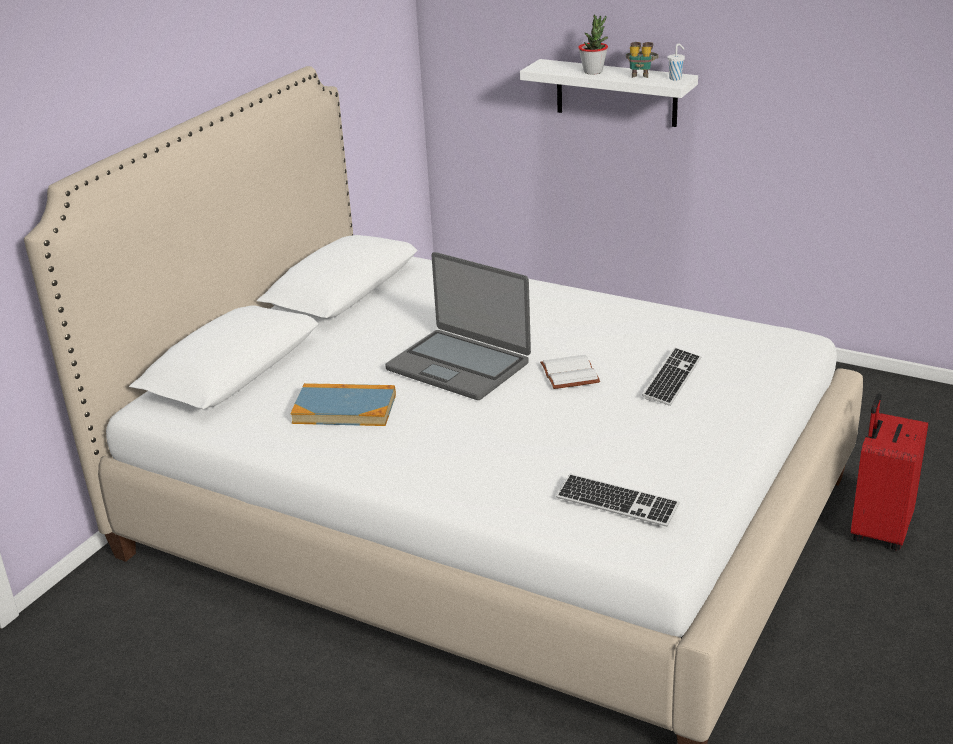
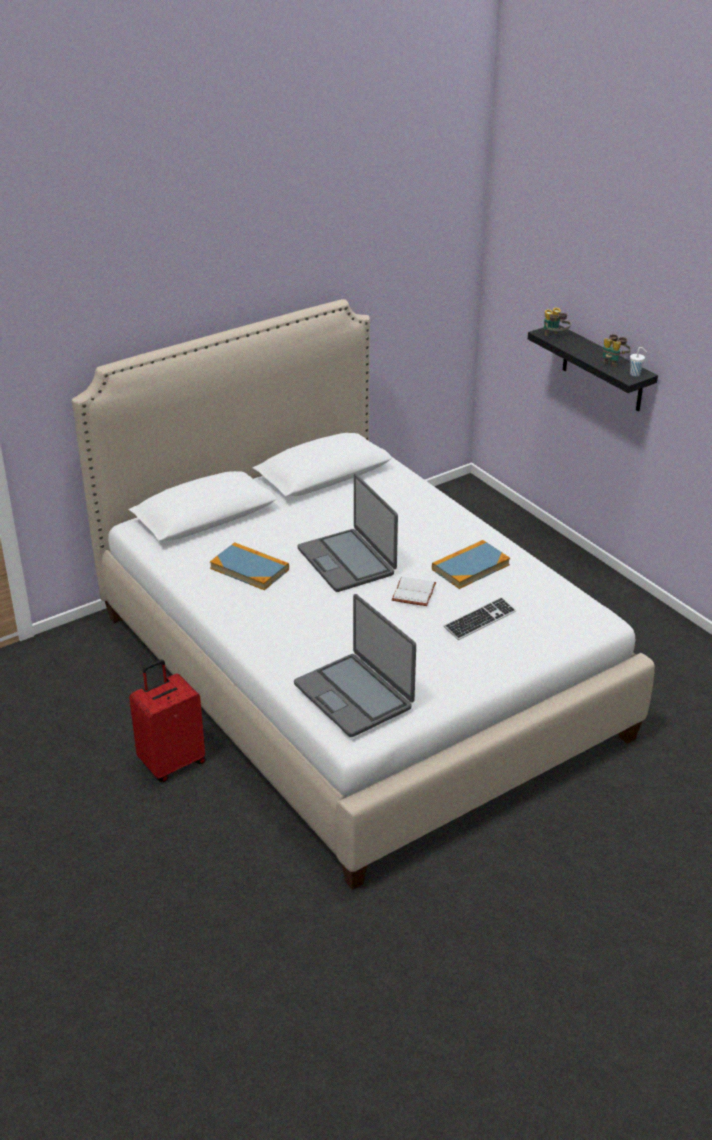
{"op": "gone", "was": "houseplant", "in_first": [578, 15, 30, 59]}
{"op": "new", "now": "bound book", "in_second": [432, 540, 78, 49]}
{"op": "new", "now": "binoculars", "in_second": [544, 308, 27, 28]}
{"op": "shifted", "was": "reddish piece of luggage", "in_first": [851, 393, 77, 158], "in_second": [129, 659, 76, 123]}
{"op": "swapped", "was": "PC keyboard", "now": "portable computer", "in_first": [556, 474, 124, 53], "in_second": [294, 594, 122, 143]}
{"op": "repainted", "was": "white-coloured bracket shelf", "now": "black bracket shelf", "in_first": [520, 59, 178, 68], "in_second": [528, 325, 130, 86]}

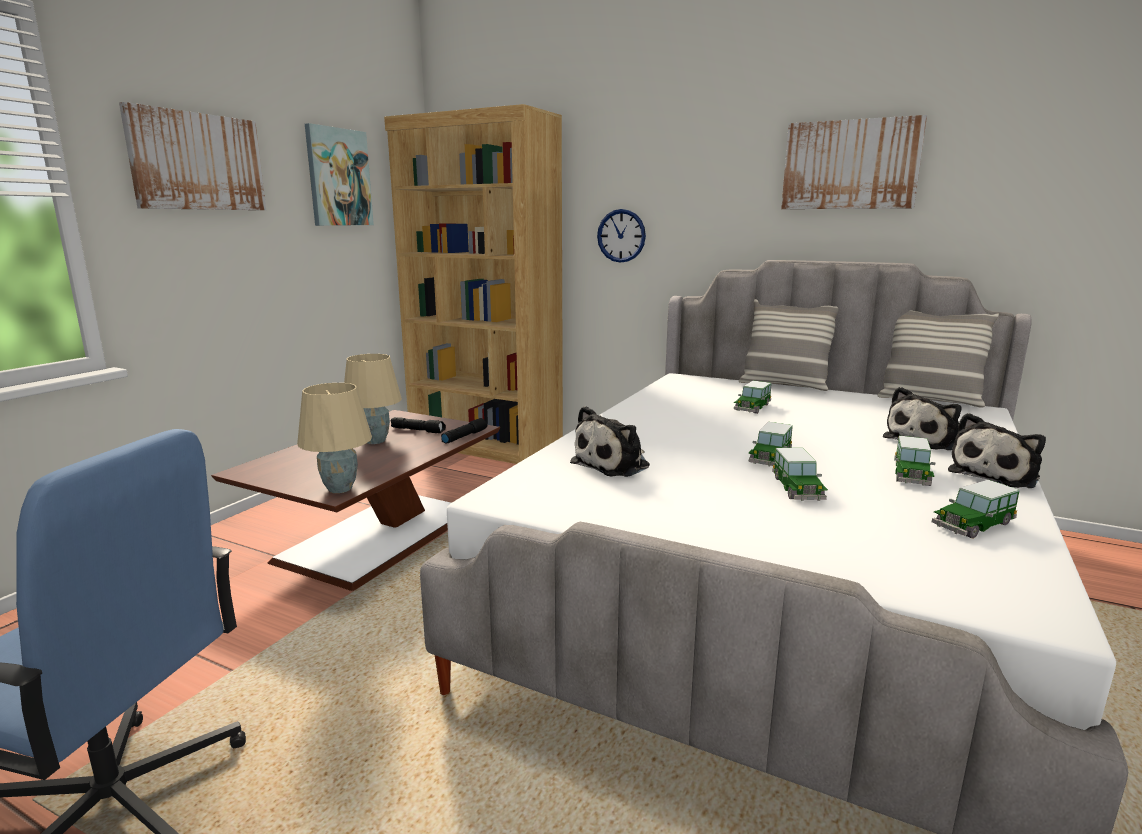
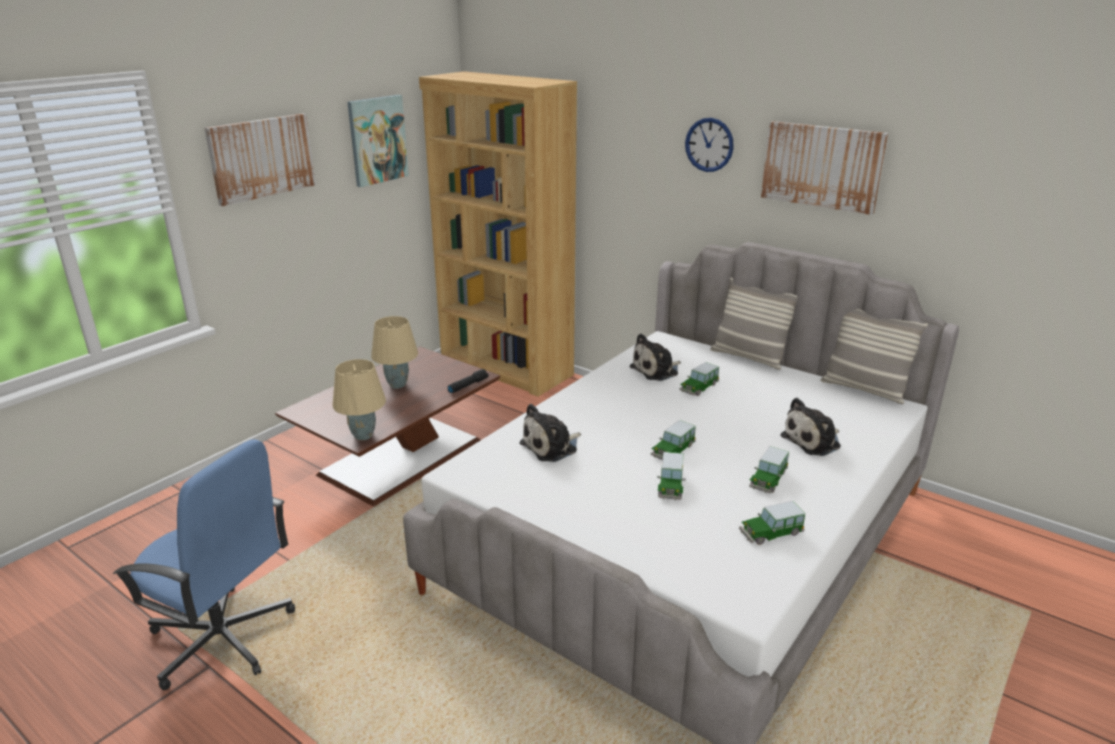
{"op": "gone", "was": "black hand torch", "in_first": [391, 417, 55, 16]}
{"op": "shifted", "was": "clock on the wall", "in_first": [597, 209, 49, 54], "in_second": [685, 118, 49, 54]}
{"op": "shifted", "was": "plush toy", "in_first": [948, 413, 98, 75], "in_second": [630, 333, 51, 48]}

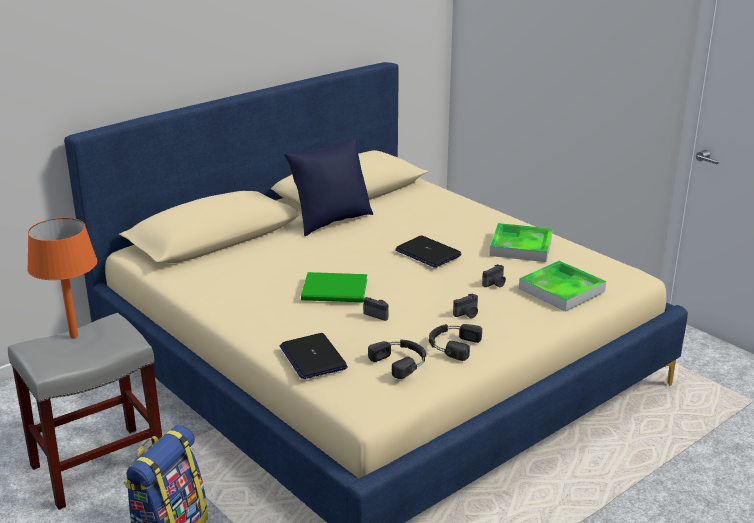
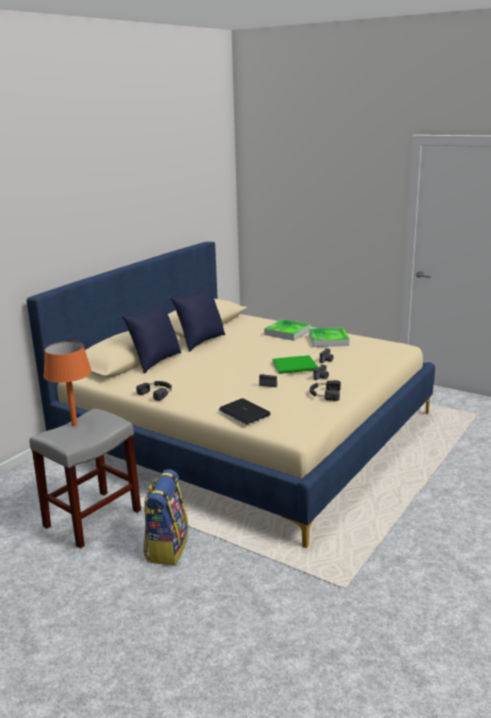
{"op": "gone", "was": "portable computer", "in_first": [395, 235, 66, 33]}
{"op": "new", "now": "blue-coloured cushion", "in_second": [122, 301, 59, 73]}
{"op": "shifted", "was": "greenish bound book", "in_first": [301, 272, 66, 30], "in_second": [272, 355, 46, 19]}
{"op": "shifted", "was": "black pair of headphones", "in_first": [368, 339, 58, 40], "in_second": [136, 381, 36, 20]}
{"op": "shifted", "was": "tray", "in_first": [519, 261, 87, 50], "in_second": [264, 319, 47, 22]}

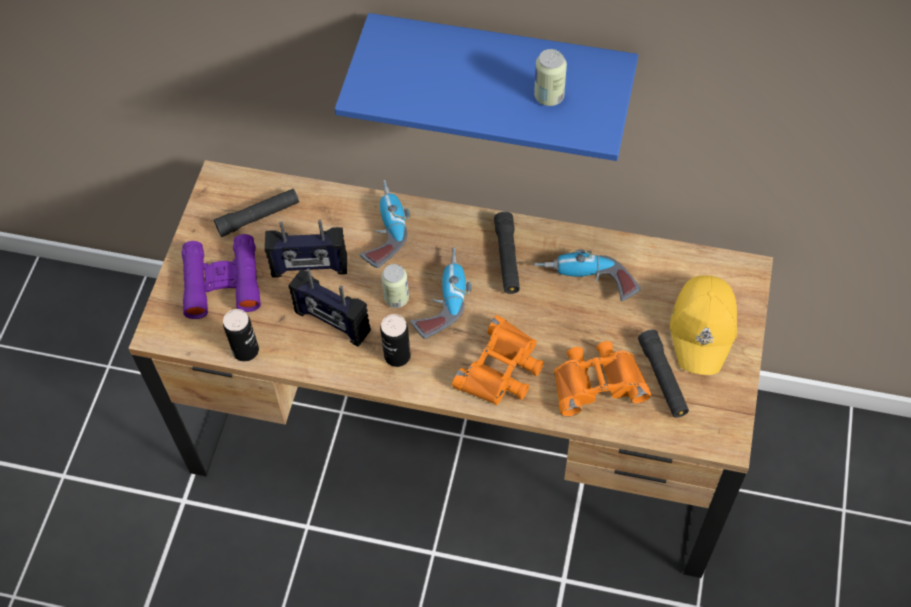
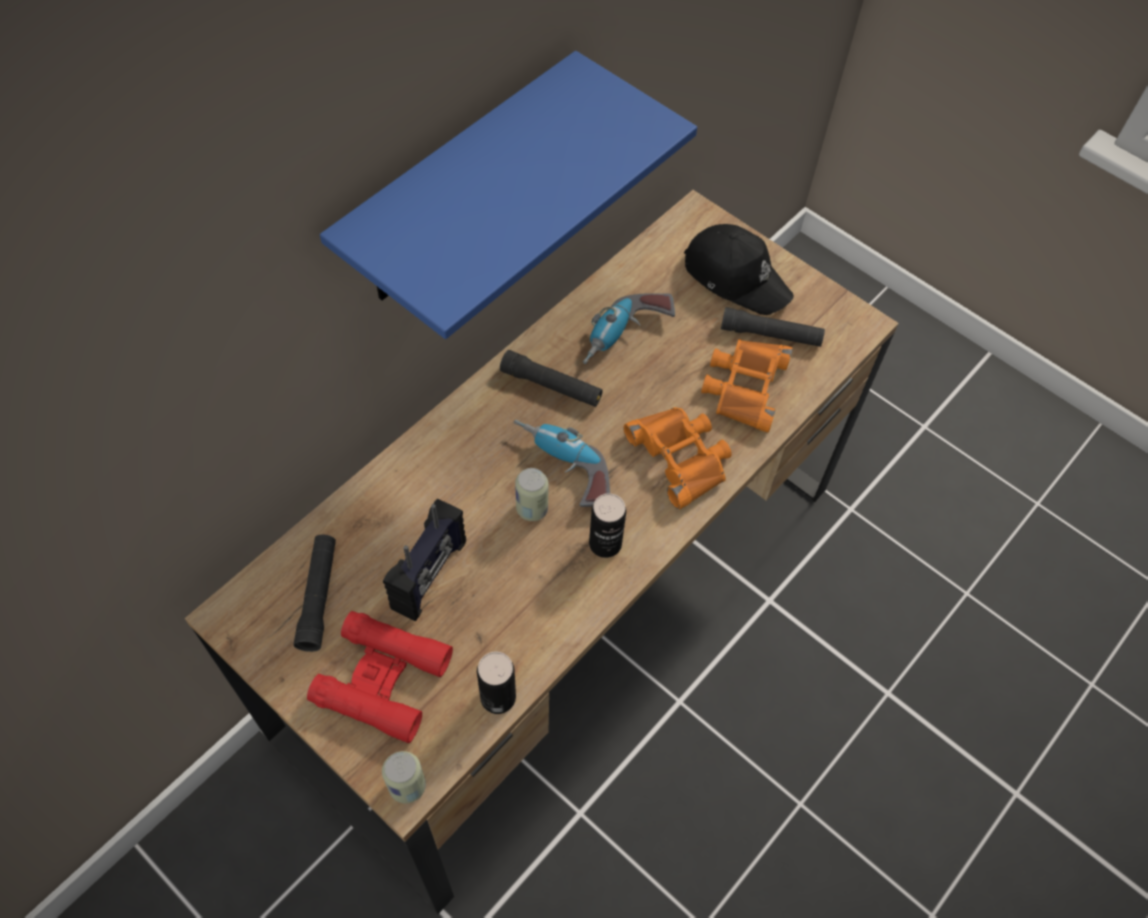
{"op": "gone", "was": "radio receiver", "in_first": [288, 268, 83, 79]}
{"op": "gone", "was": "power drill", "in_first": [360, 180, 50, 88]}
{"op": "shifted", "was": "metal can", "in_first": [534, 49, 33, 57], "in_second": [382, 751, 44, 53]}
{"op": "repainted", "was": "purple-coloured binoculars", "now": "reddish binoculars", "in_first": [182, 234, 79, 85], "in_second": [307, 611, 146, 132]}
{"op": "repainted", "was": "yellow-coloured baseball cap", "now": "black baseball cap", "in_first": [670, 275, 67, 100], "in_second": [684, 224, 110, 91]}

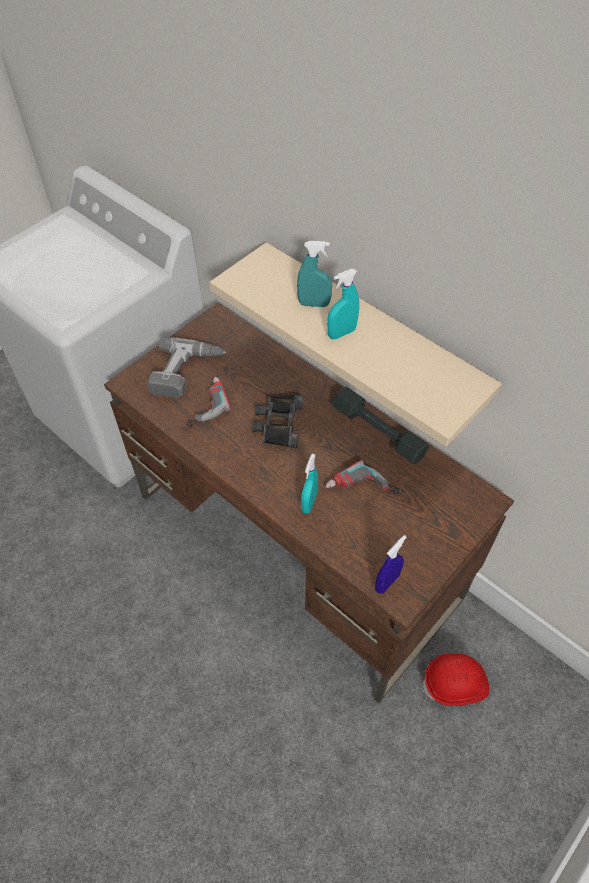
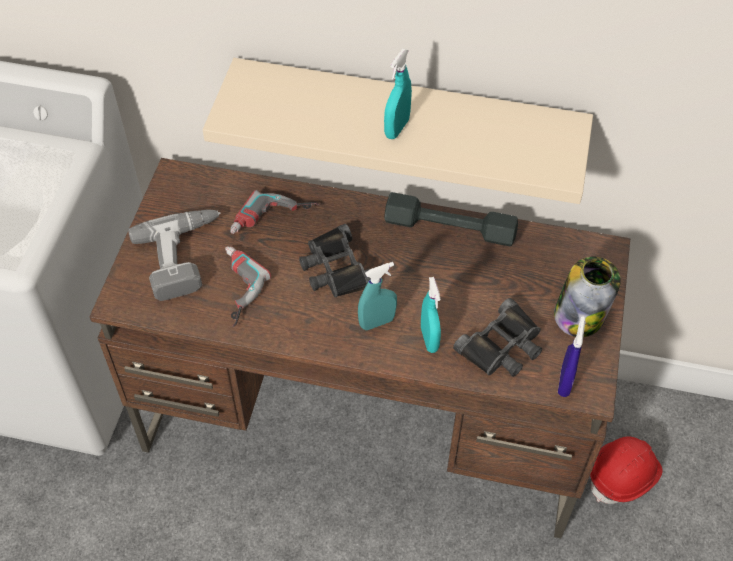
{"op": "new", "now": "black binoculars", "in_second": [453, 298, 89, 79]}
{"op": "new", "now": "jar", "in_second": [554, 257, 67, 80]}
{"op": "shifted", "was": "turquoise-coloured spray bottle", "in_first": [297, 241, 35, 66], "in_second": [358, 262, 39, 68]}
{"op": "shifted", "was": "power drill", "in_first": [325, 460, 81, 35], "in_second": [230, 190, 89, 44]}

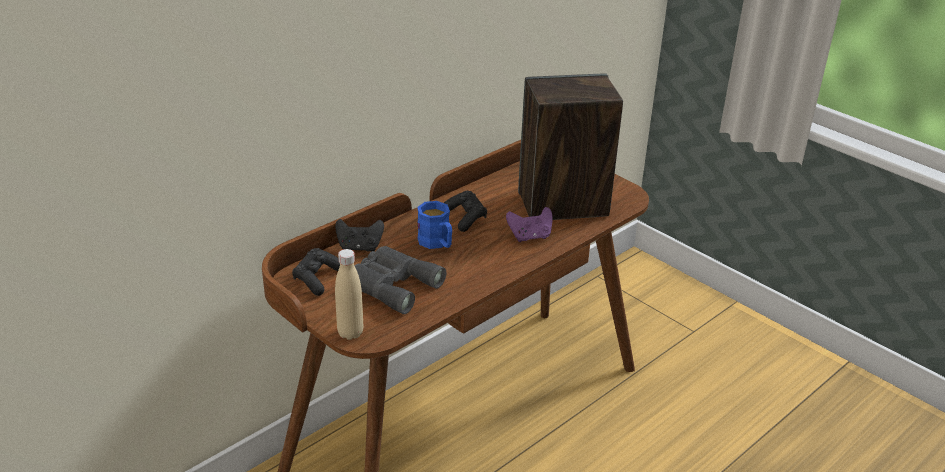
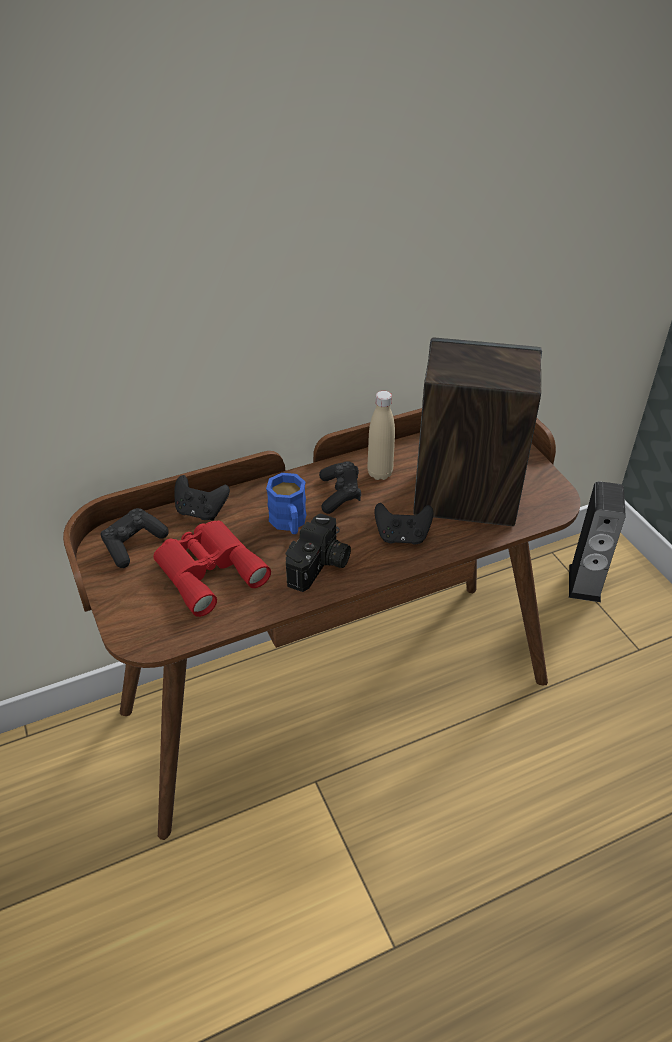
{"op": "new", "now": "photo camera", "in_second": [286, 513, 65, 79]}
{"op": "new", "now": "audio speaker", "in_second": [569, 481, 57, 121]}
{"op": "shifted", "was": "beige-coloured drink bottle", "in_first": [335, 249, 29, 91], "in_second": [367, 391, 28, 89]}
{"op": "repainted", "was": "gray binoculars", "now": "reddish binoculars", "in_first": [354, 246, 92, 68], "in_second": [153, 521, 118, 96]}
{"op": "repainted", "was": "purple-coloured gamepad", "now": "black gamepad", "in_first": [506, 207, 47, 35], "in_second": [375, 503, 58, 42]}

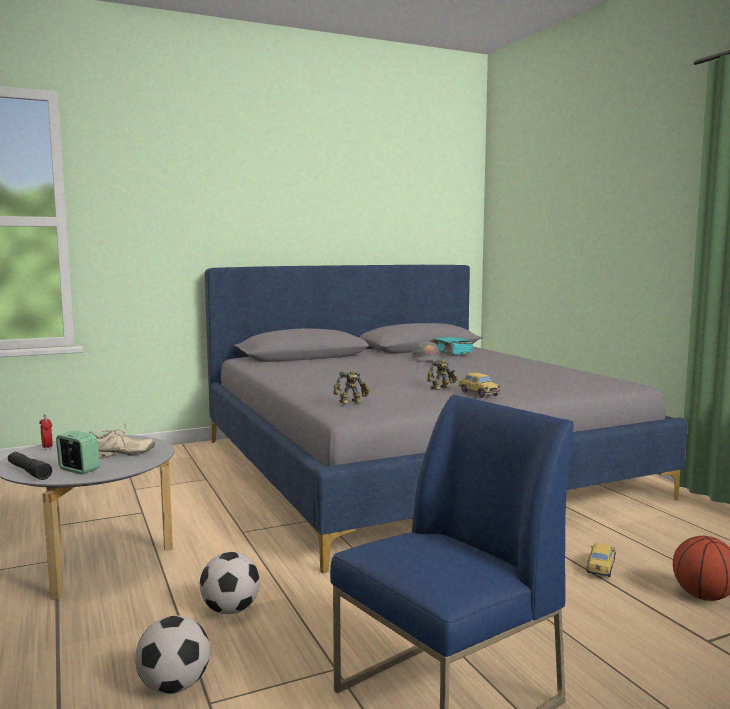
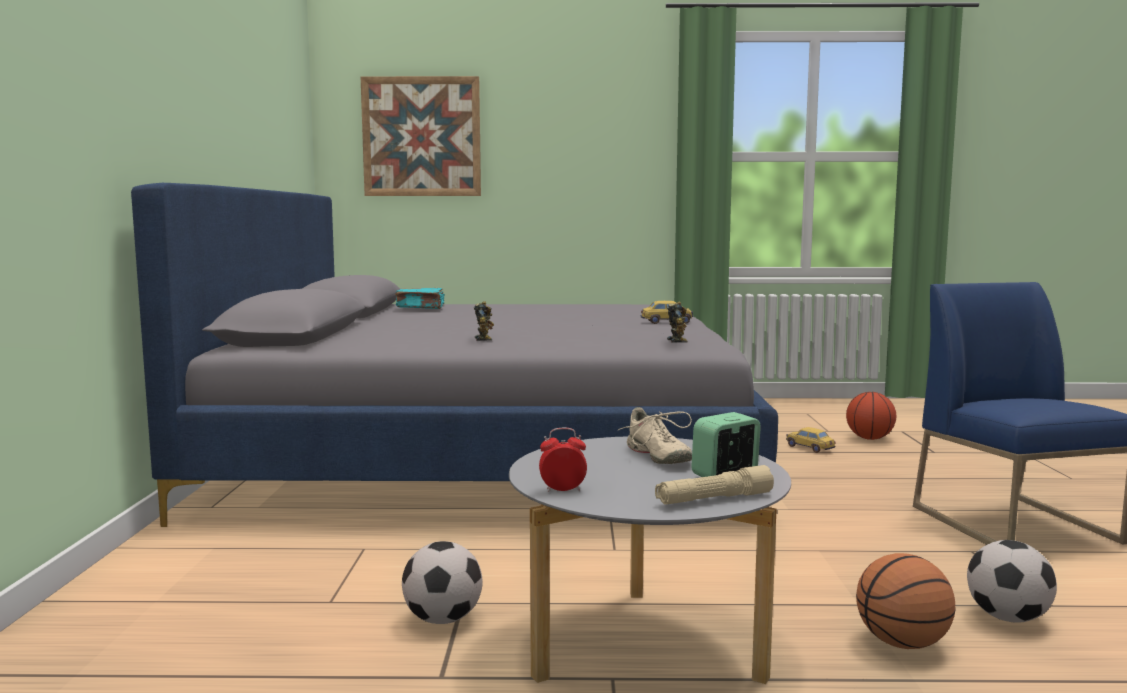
{"op": "gone", "was": "gray baseball cap", "in_first": [411, 340, 31, 22]}
{"op": "new", "now": "picture", "in_second": [360, 76, 121, 120]}
{"op": "new", "now": "basketball ball", "in_second": [856, 553, 99, 96]}
{"op": "shifted", "was": "football ball", "in_first": [200, 552, 60, 62], "in_second": [402, 541, 81, 83]}
{"op": "shifted", "was": "robot figure", "in_first": [427, 360, 31, 30], "in_second": [474, 301, 20, 40]}
{"op": "repainted", "was": "black hand torch", "now": "beige-coloured hand torch", "in_first": [8, 452, 44, 28], "in_second": [655, 465, 119, 40]}
{"op": "rotated", "was": "beige-coloured low shoe", "in_first": [89, 423, 66, 36], "in_second": [617, 407, 75, 57], "clockwise": 150}

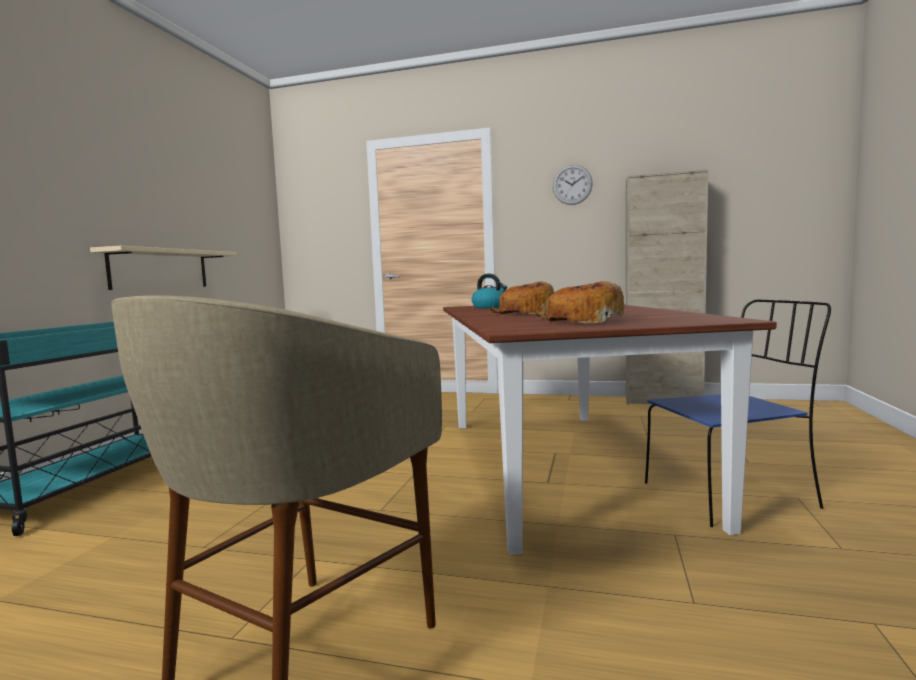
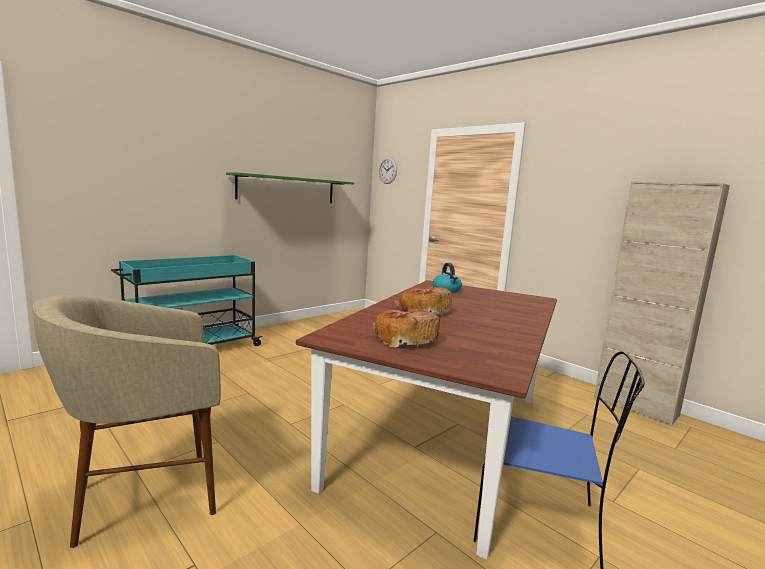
{"op": "gone", "was": "beige-coloured bracket shelf", "in_first": [90, 246, 147, 44]}
{"op": "new", "now": "greenish bracket shelf", "in_second": [226, 172, 128, 31]}
{"op": "shifted", "was": "clock on the wall", "in_first": [553, 165, 40, 40], "in_second": [379, 157, 18, 27]}

